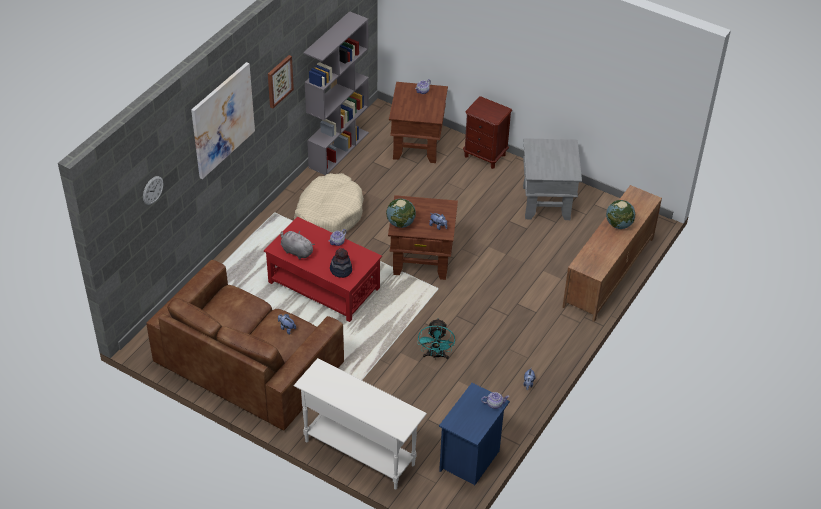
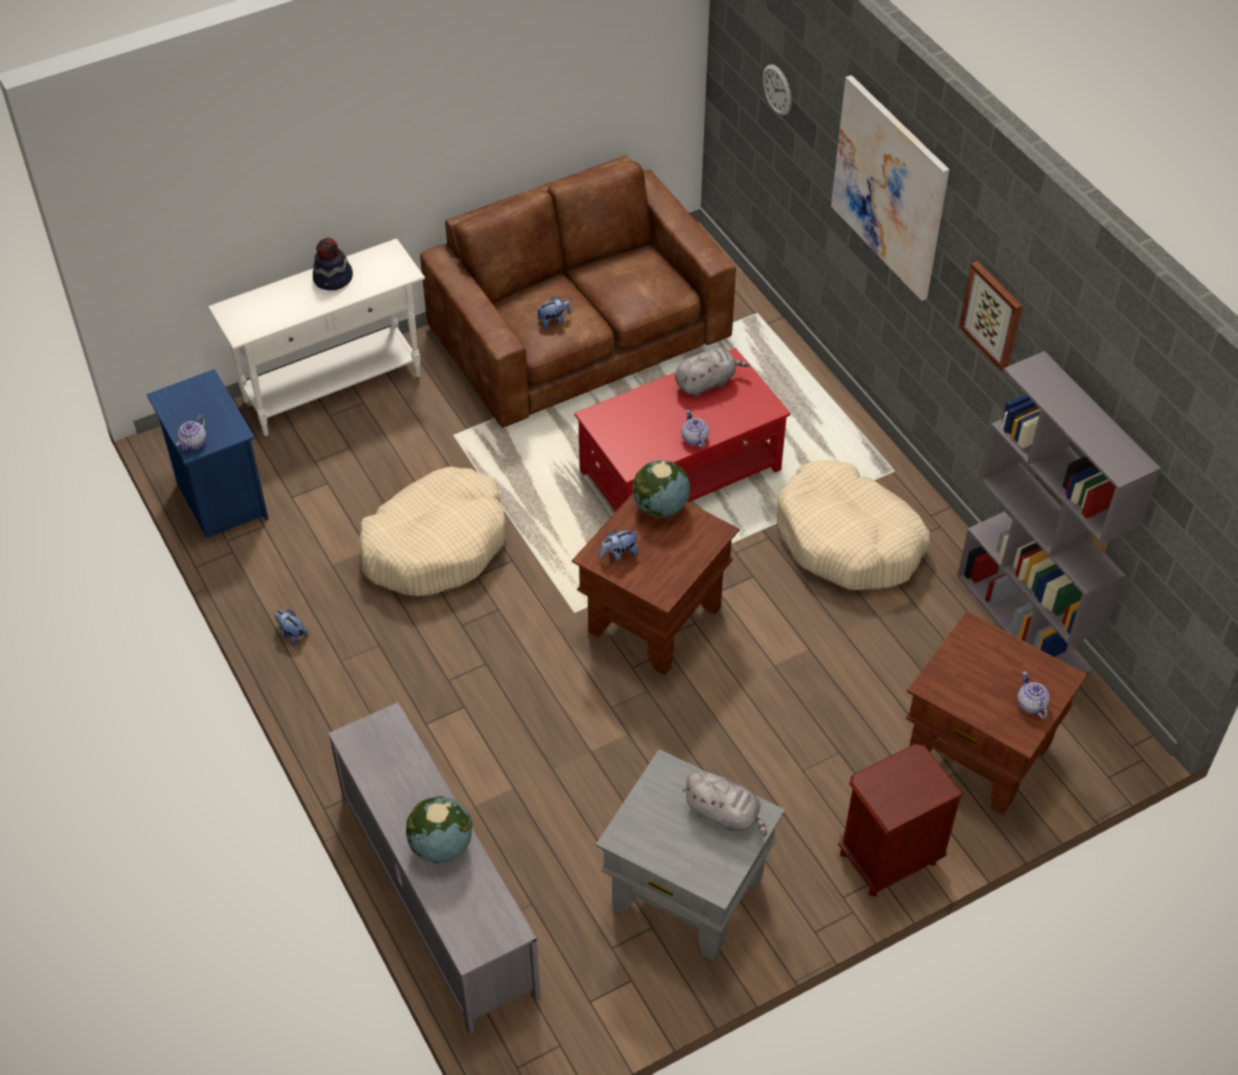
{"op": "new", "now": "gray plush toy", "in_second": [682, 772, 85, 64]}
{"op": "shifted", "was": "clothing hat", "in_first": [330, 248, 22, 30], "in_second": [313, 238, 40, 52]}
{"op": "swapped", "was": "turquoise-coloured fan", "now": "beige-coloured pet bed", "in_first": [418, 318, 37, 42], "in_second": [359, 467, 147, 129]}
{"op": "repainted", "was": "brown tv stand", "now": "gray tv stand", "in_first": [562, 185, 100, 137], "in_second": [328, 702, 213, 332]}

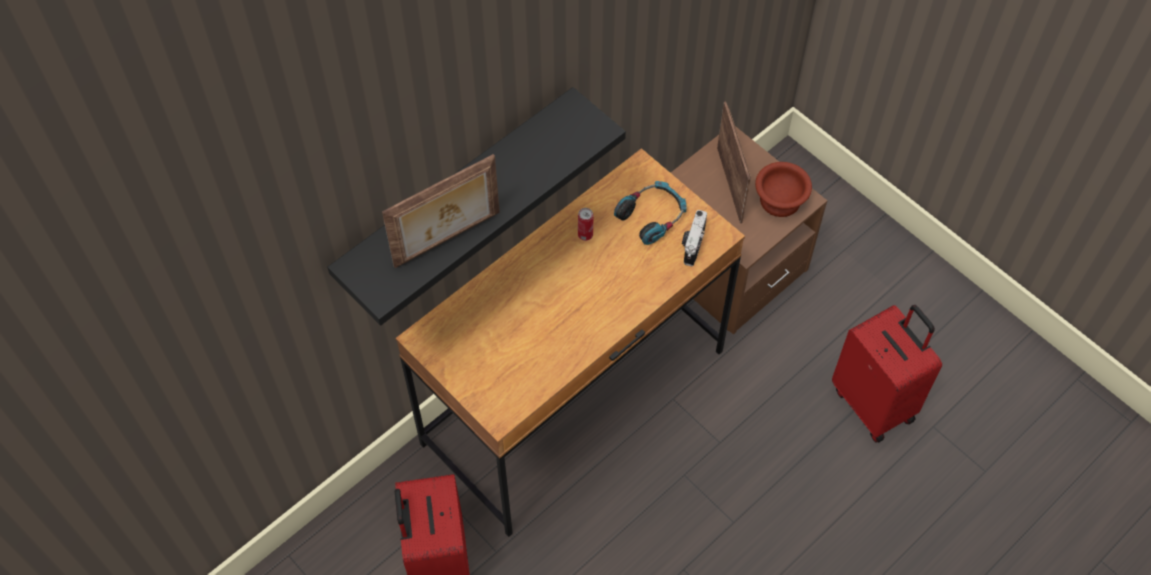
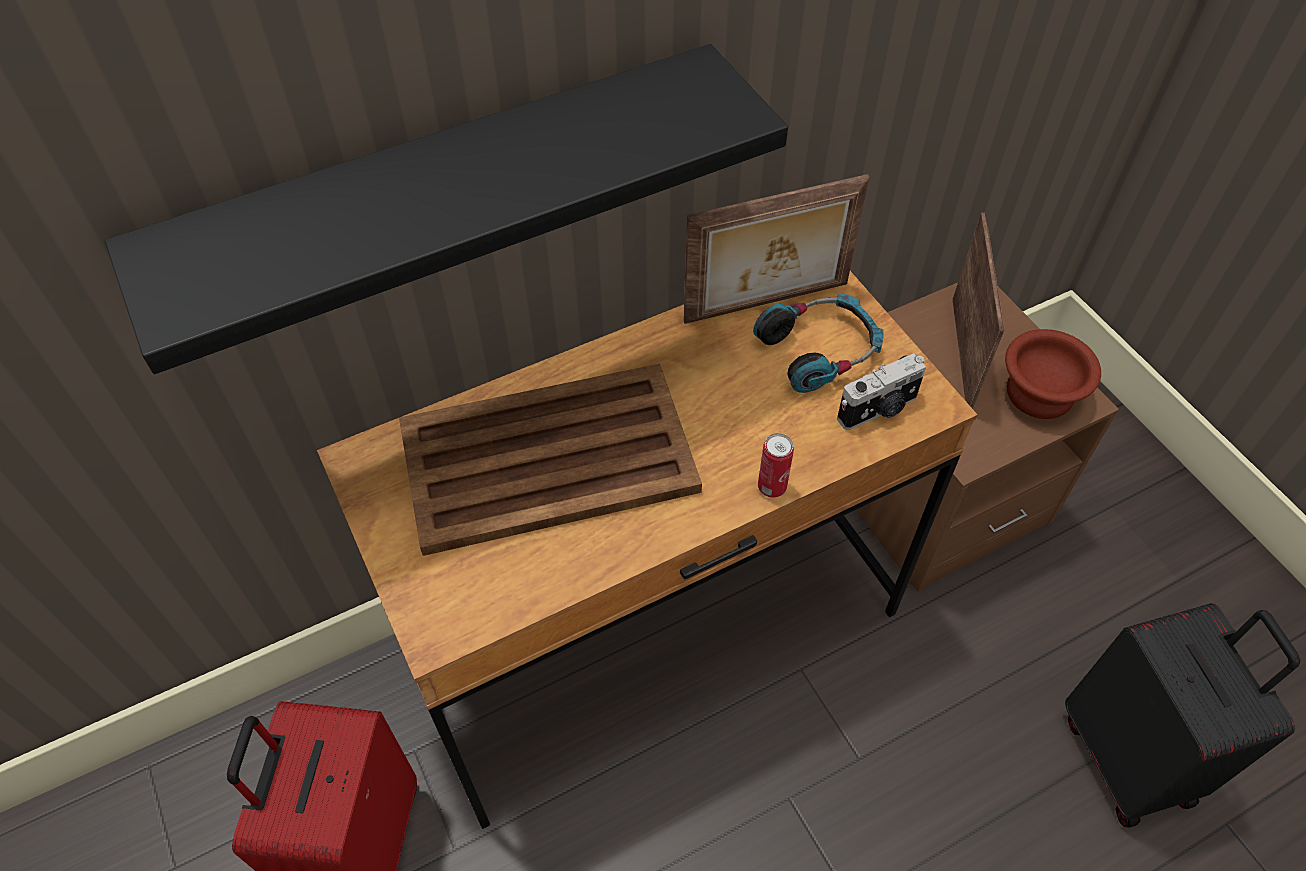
{"op": "new", "now": "brown tray", "in_second": [399, 364, 303, 192]}
{"op": "shifted", "was": "standing frame", "in_first": [382, 154, 118, 114], "in_second": [683, 174, 187, 150]}
{"op": "shifted", "was": "metal can", "in_first": [578, 208, 16, 33], "in_second": [758, 433, 36, 65]}
{"op": "repainted", "was": "reddish piece of luggage", "now": "black piece of luggage", "in_first": [832, 305, 110, 138], "in_second": [1065, 603, 235, 225]}
{"op": "rotated", "was": "photo camera", "in_first": [682, 210, 25, 56], "in_second": [837, 353, 89, 77], "clockwise": -150}

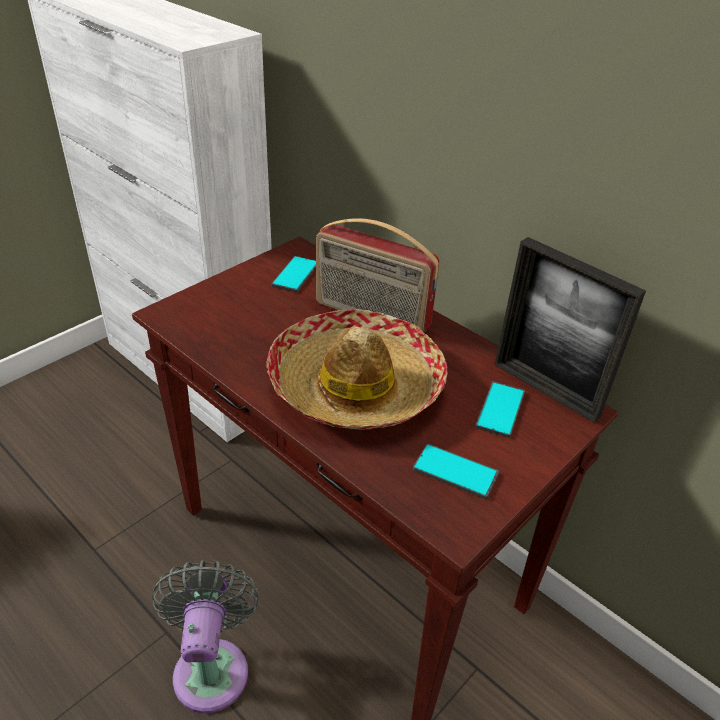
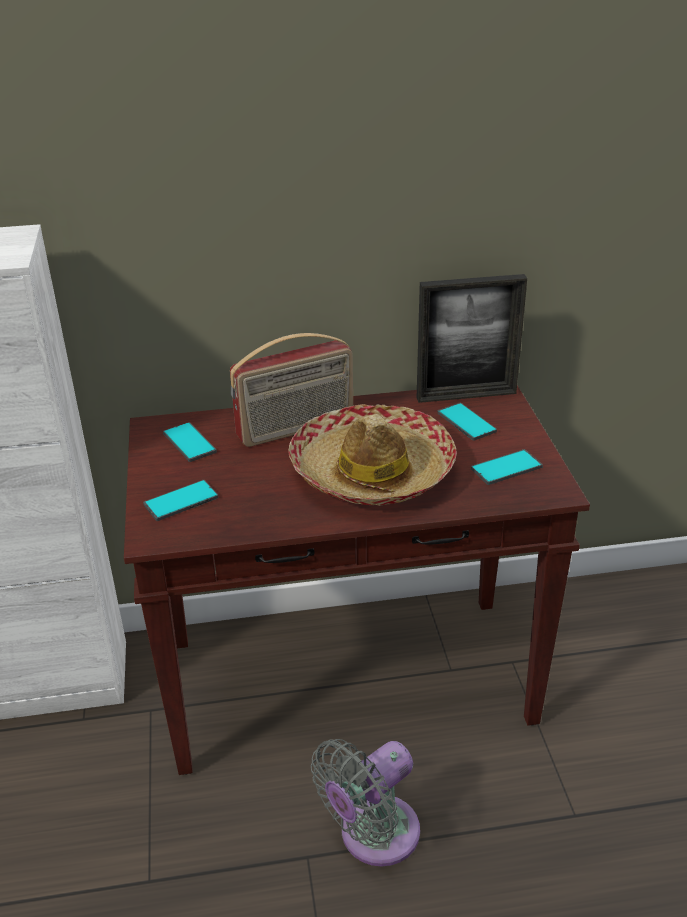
{"op": "new", "now": "phone", "in_second": [143, 480, 76, 41]}
{"op": "rotated", "was": "gray fan", "in_first": [152, 561, 107, 152], "in_second": [311, 739, 109, 128], "clockwise": -75}

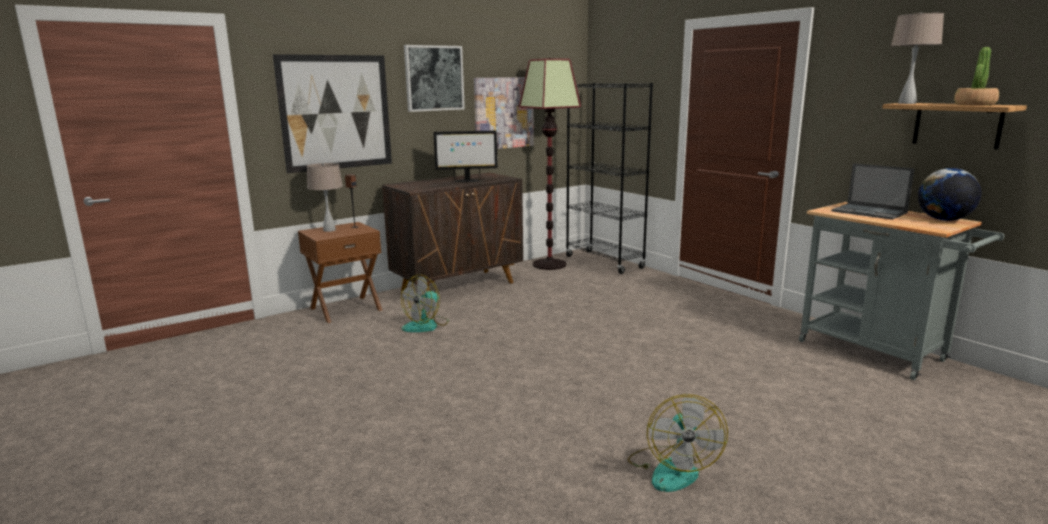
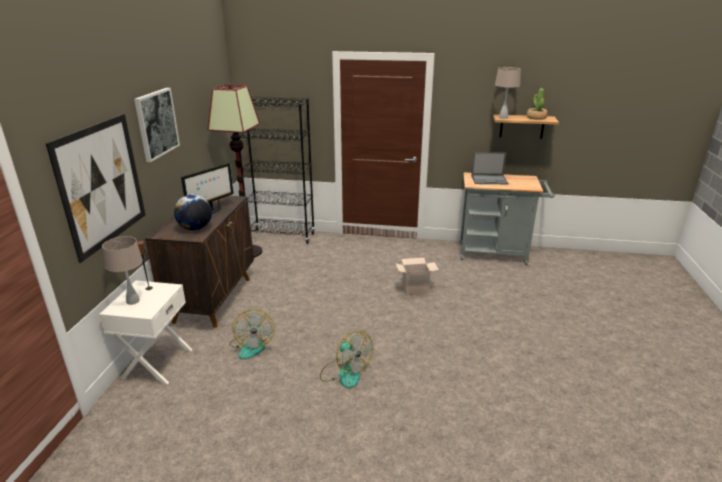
{"op": "gone", "was": "picture", "in_first": [474, 77, 60, 72]}
{"op": "new", "now": "carton", "in_second": [396, 258, 43, 37]}
{"op": "shifted", "was": "fan", "in_first": [628, 394, 100, 98], "in_second": [320, 331, 54, 58]}
{"op": "shifted", "was": "world globe", "in_first": [918, 168, 63, 53], "in_second": [174, 194, 38, 36]}
{"op": "repainted", "was": "brown nightstand", "now": "white-coloured nightstand", "in_first": [298, 222, 85, 101], "in_second": [99, 281, 93, 103]}

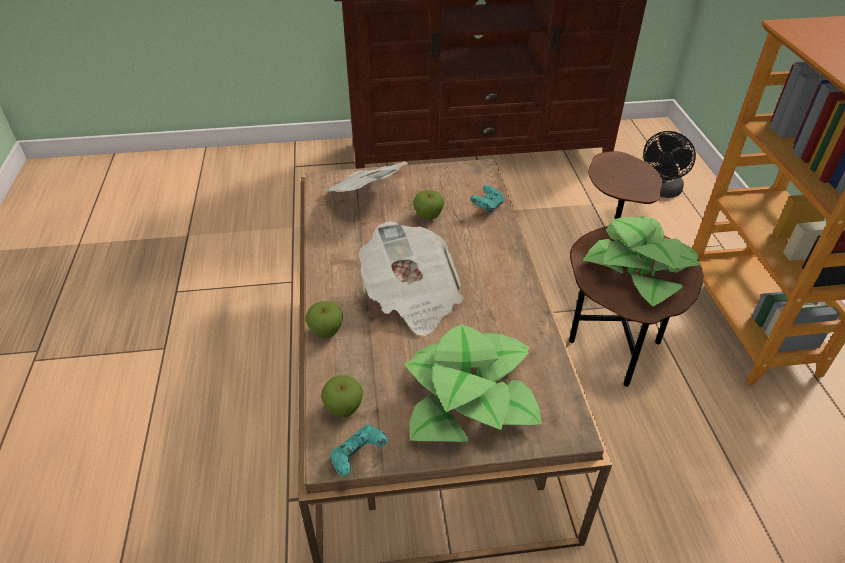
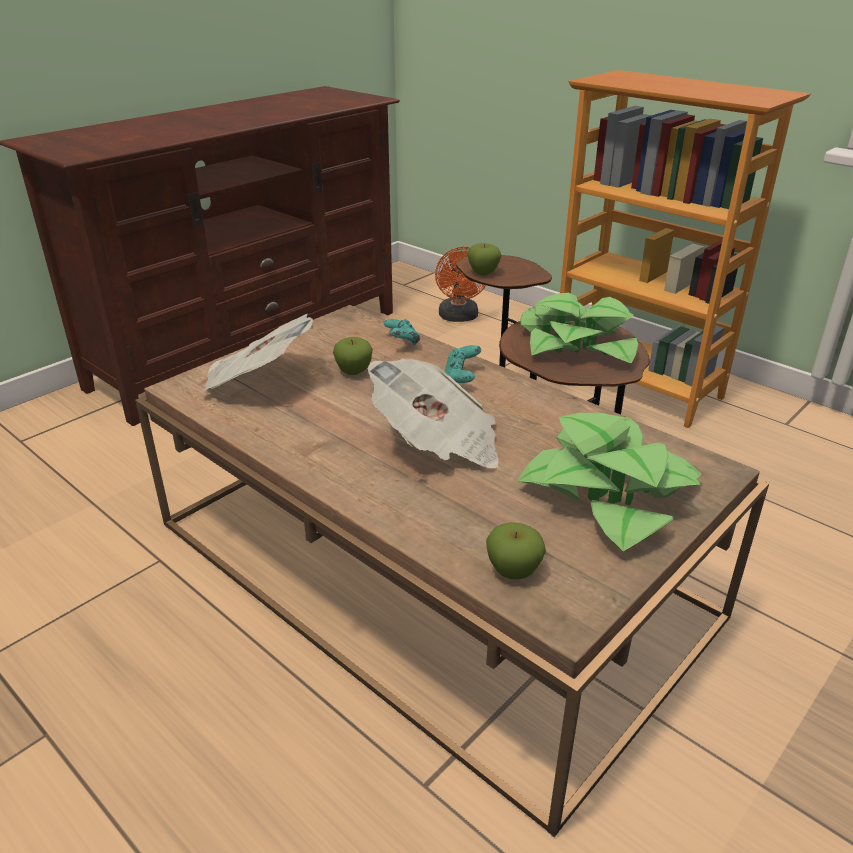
{"op": "shifted", "was": "apple fruit", "in_first": [306, 301, 37, 37], "in_second": [467, 243, 34, 33]}
{"op": "shifted", "was": "turquoise-coloured gamepad", "in_first": [330, 424, 58, 53], "in_second": [445, 345, 36, 38]}
{"op": "repainted", "was": "black fan", "now": "orange fan", "in_first": [643, 131, 53, 67], "in_second": [435, 247, 51, 75]}

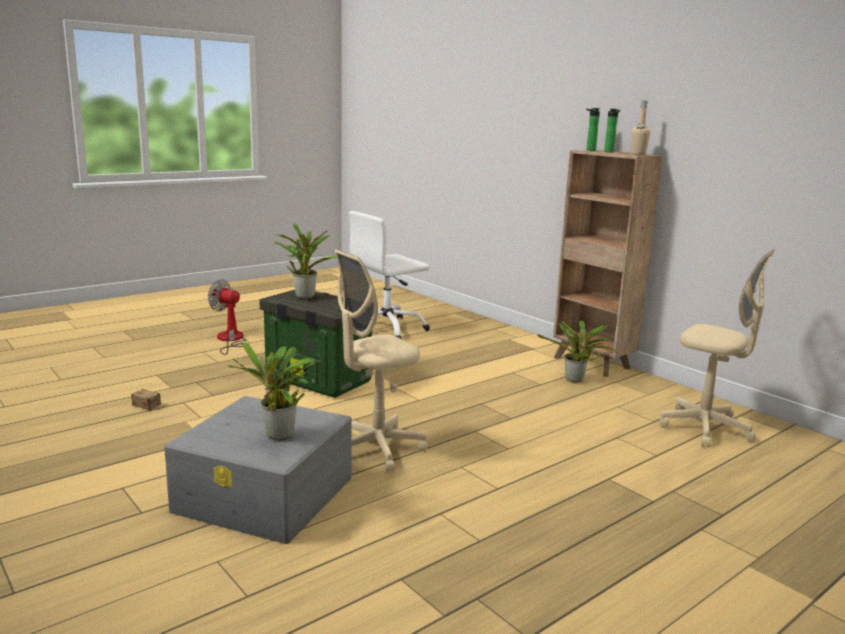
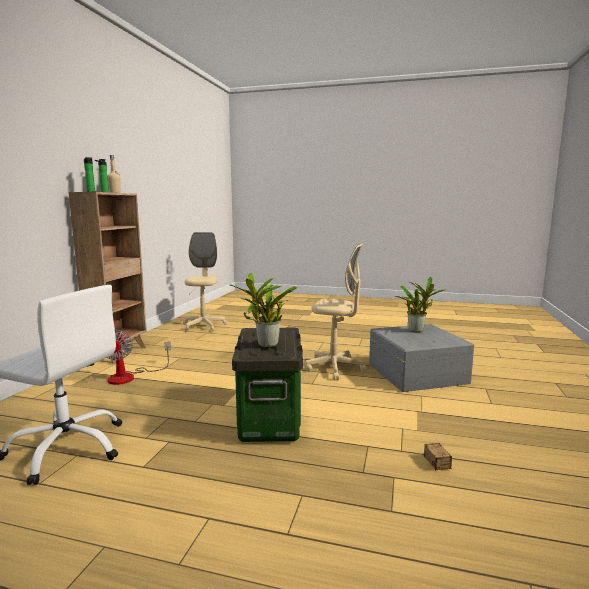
{"op": "gone", "was": "houseplant", "in_first": [537, 320, 81, 63]}
{"op": "shifted", "was": "fan", "in_first": [208, 279, 39, 76], "in_second": [106, 330, 65, 55]}

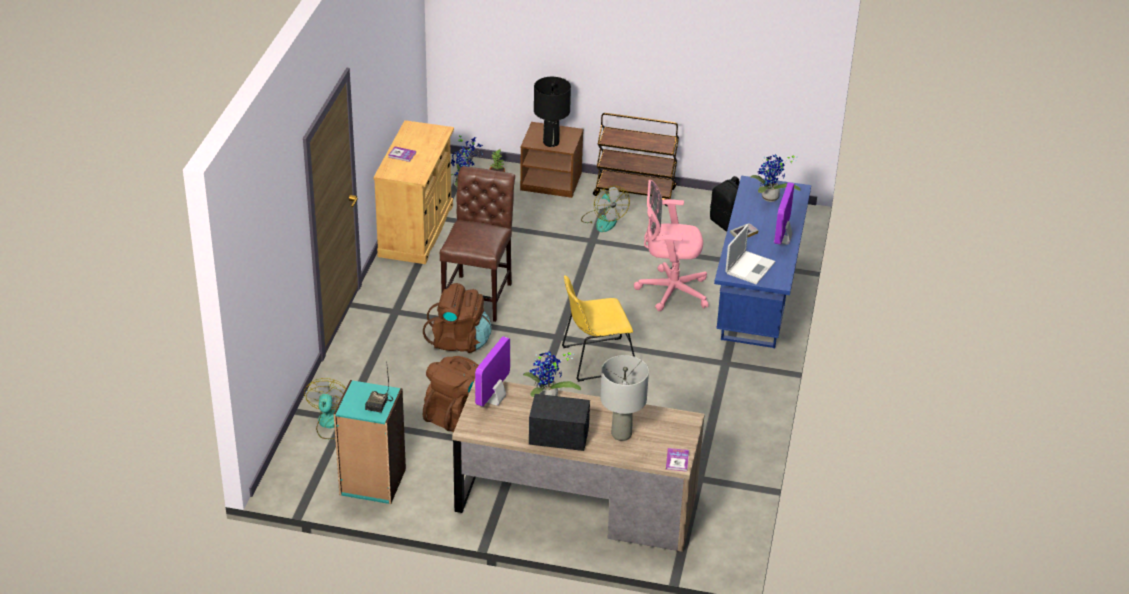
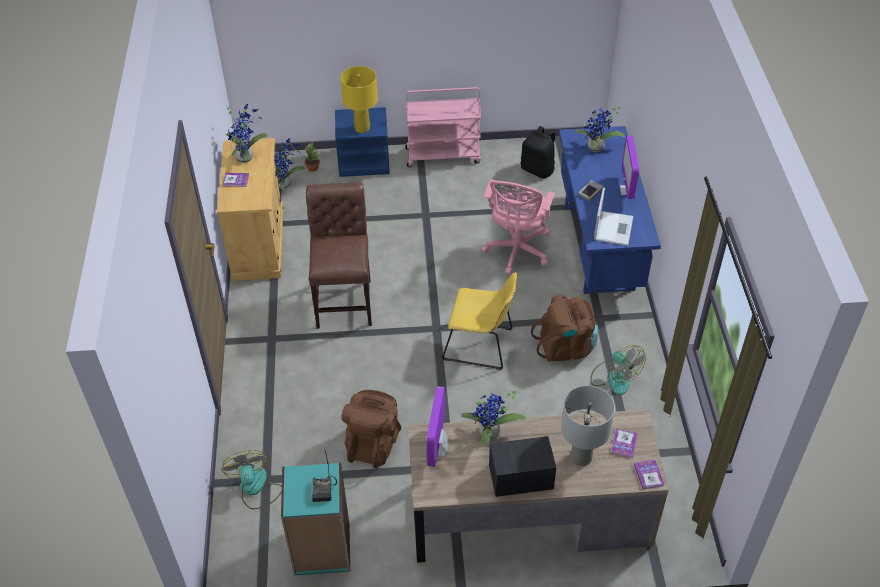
{"op": "new", "now": "houseplant", "in_second": [225, 104, 43, 59]}
{"op": "new", "now": "bound book", "in_second": [611, 428, 26, 30]}
{"op": "shifted", "was": "brown knapsack", "in_first": [423, 283, 69, 70], "in_second": [531, 295, 68, 67]}
{"op": "shifted", "was": "fan", "in_first": [581, 186, 49, 46], "in_second": [590, 345, 56, 50]}
{"op": "repainted", "was": "brown nightstand", "now": "blue-coloured nightstand", "in_first": [520, 122, 63, 76], "in_second": [335, 107, 55, 70]}
{"op": "repainted", "was": "black table lamp", "now": "yellow-coloured table lamp", "in_first": [534, 77, 37, 70], "in_second": [340, 66, 38, 67]}
{"op": "repainted", "was": "brown trolley", "now": "pinkish trolley", "in_first": [593, 113, 86, 93], "in_second": [405, 87, 76, 80]}
{"op": "rotated", "was": "yellow-coloured plain chair", "in_first": [562, 275, 73, 107], "in_second": [442, 272, 75, 98], "clockwise": -135}
{"op": "rotated", "was": "pinkish office chair", "in_first": [634, 180, 75, 131], "in_second": [481, 180, 74, 95], "clockwise": -60}

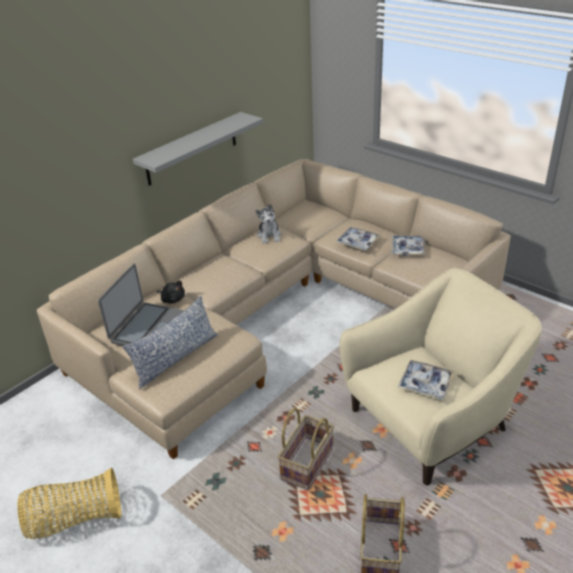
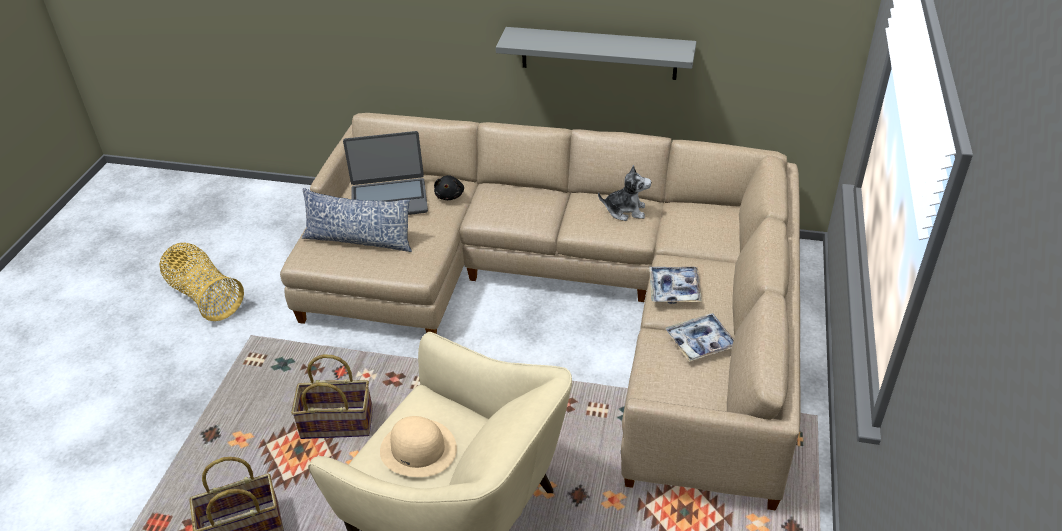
{"op": "swapped", "was": "tray", "now": "beige-coloured clothing hat", "in_first": [398, 360, 57, 40], "in_second": [380, 416, 77, 61]}
{"op": "rotated", "was": "plush toy", "in_first": [255, 204, 26, 40], "in_second": [598, 165, 53, 56], "clockwise": -135}

